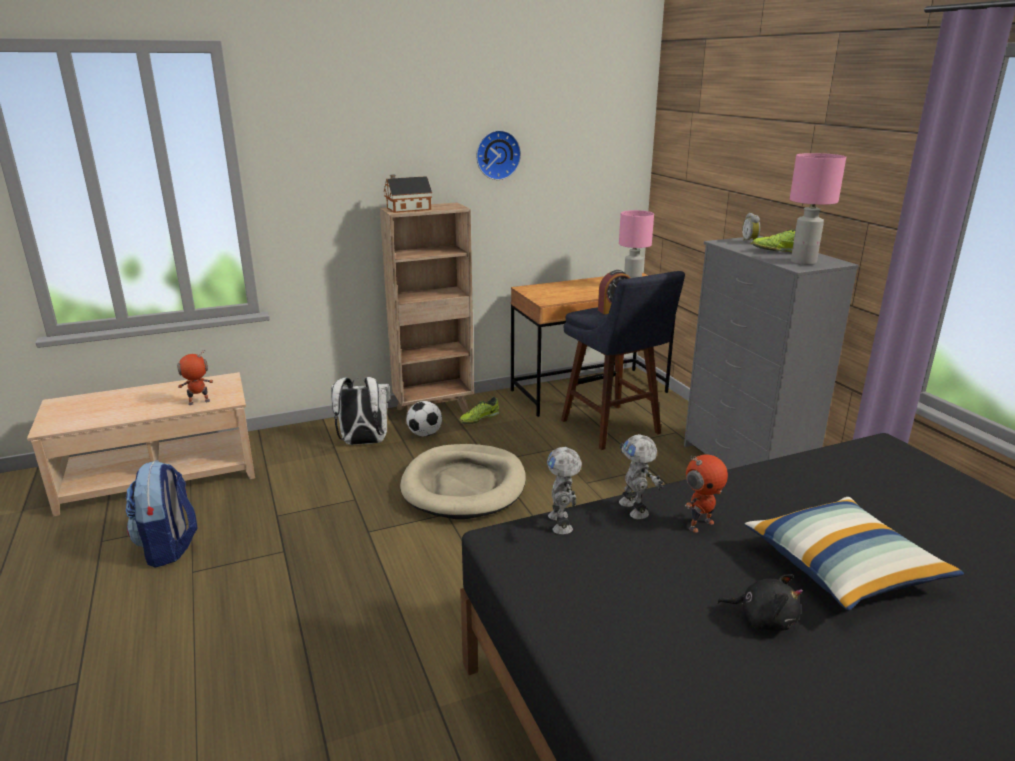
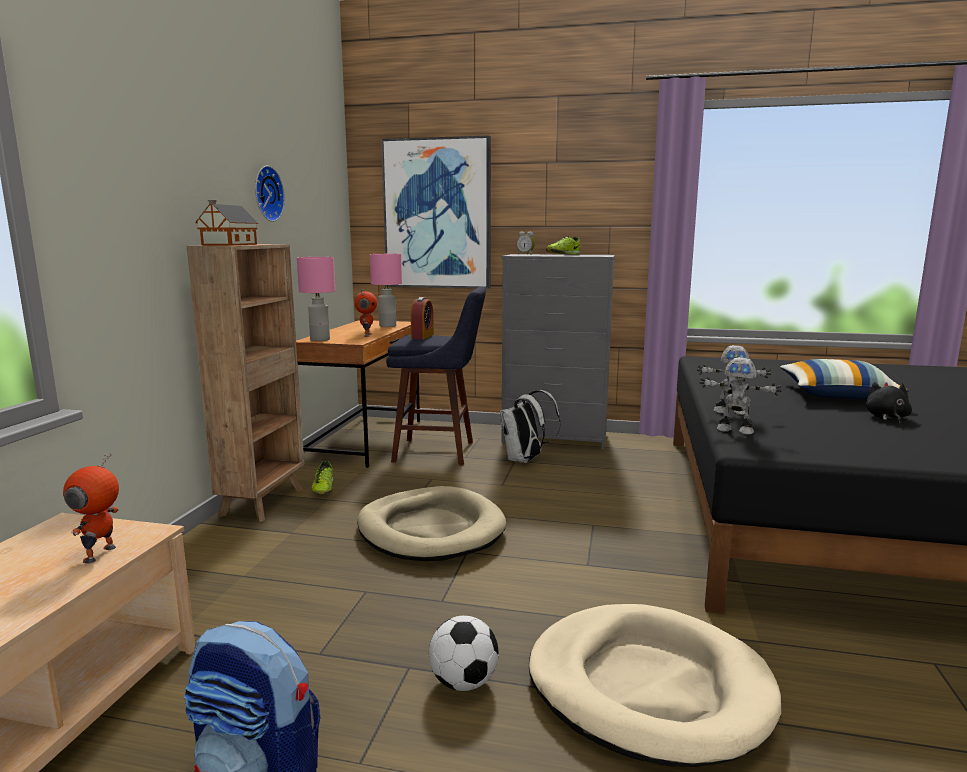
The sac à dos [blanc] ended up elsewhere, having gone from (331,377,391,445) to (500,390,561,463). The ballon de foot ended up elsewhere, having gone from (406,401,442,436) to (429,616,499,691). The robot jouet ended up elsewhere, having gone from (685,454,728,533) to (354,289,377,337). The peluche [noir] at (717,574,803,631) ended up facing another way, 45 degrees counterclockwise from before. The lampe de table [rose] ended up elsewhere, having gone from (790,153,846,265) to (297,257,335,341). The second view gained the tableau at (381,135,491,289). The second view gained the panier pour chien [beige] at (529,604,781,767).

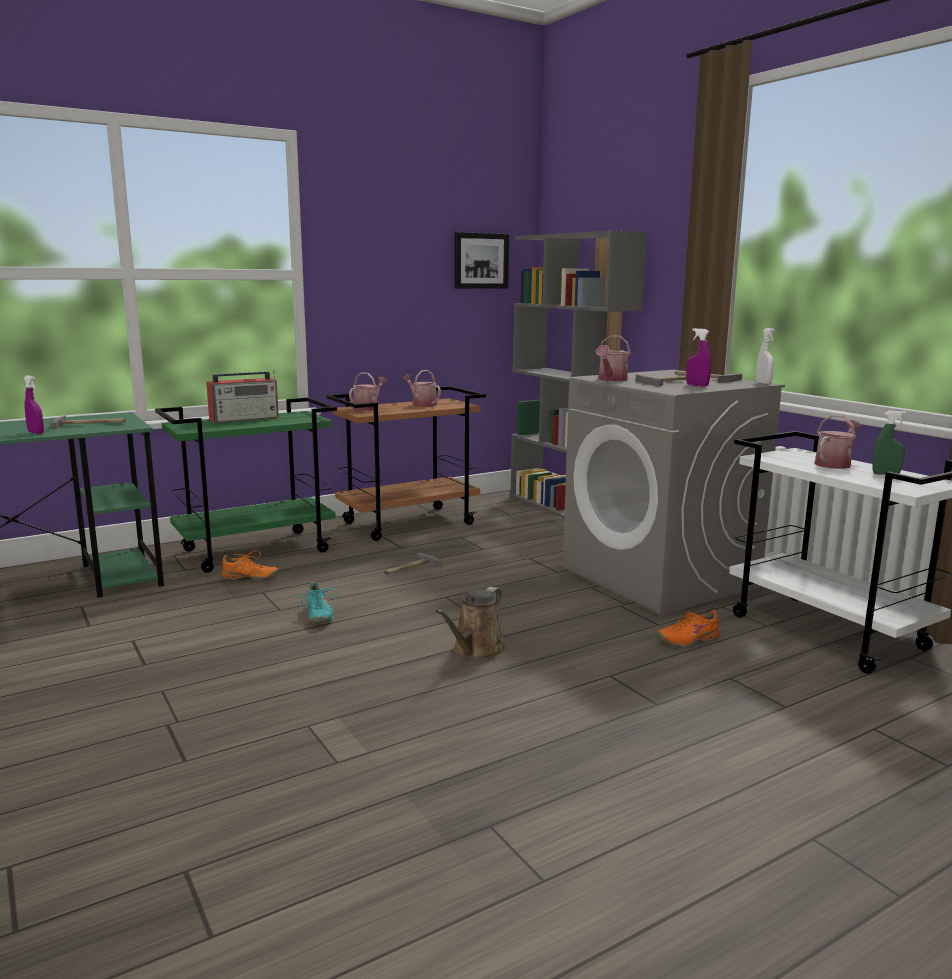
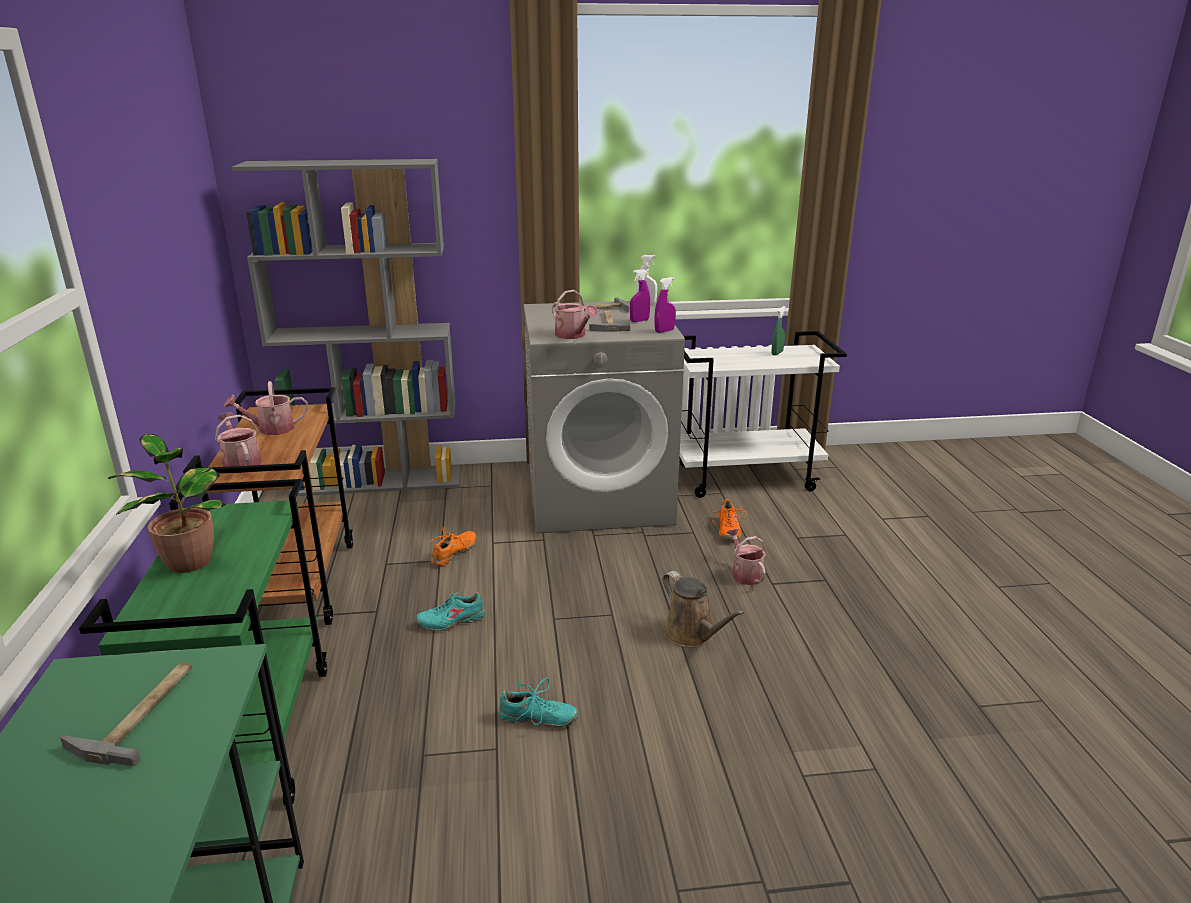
The vaporisateur [violet] ended up elsewhere, having gone from (24,375,44,434) to (654,277,676,333). Where the radio stood at (206,370,279,423), the plante en pot came to stand at (108,434,226,573). The chaussure [orange] ended up elsewhere, having gone from (221,550,278,581) to (428,526,477,567). Where the marteau stood at (384,552,441,575), the chaussure [turquoise] came to stand at (416,592,485,631). The second view lost the tableau at (454,232,509,289). The arrosoir ended up elsewhere, having gone from (815,415,862,469) to (727,529,766,585).

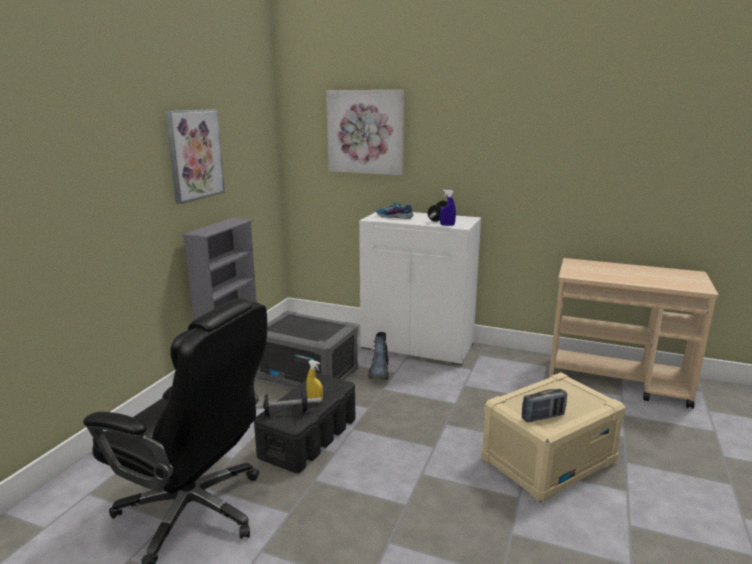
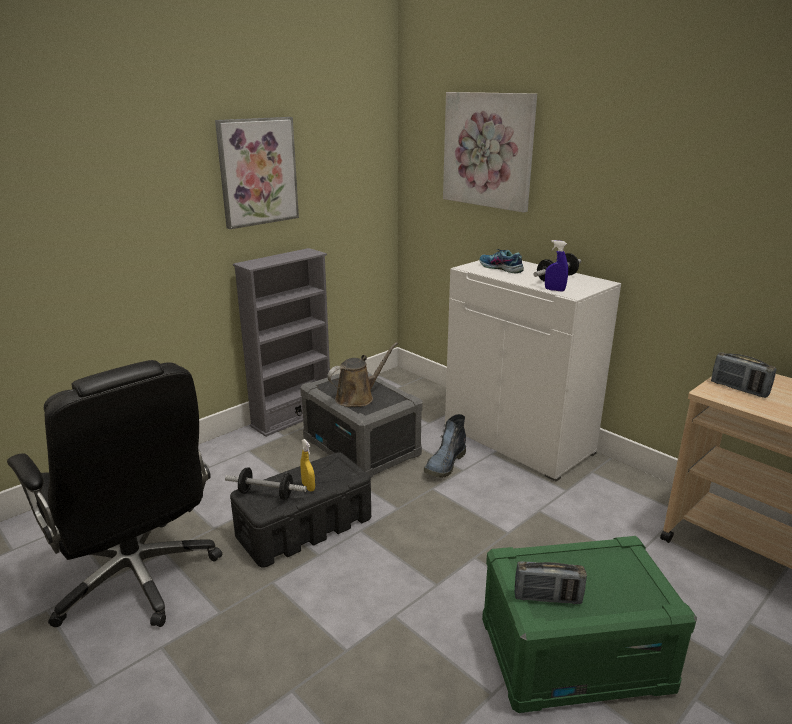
What was the boîte de rangement [beige] at (481,372,626,502) turned into the boîte de rangement [vert] at (482,536,697,713). The second view gained the arrosoir [marron] at (327,342,398,407). The second view gained the radio at (711,352,777,398).

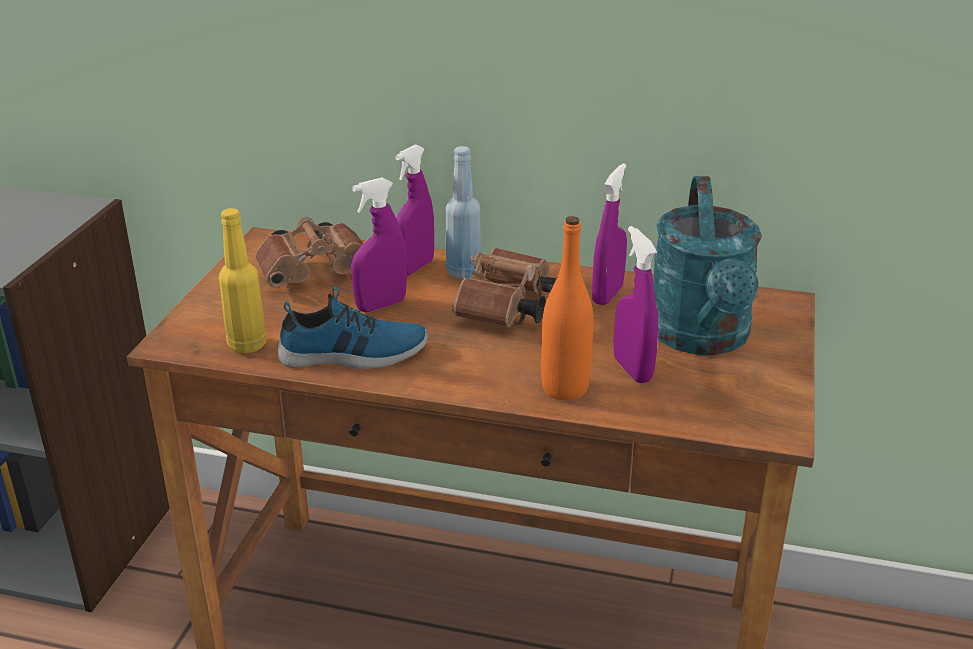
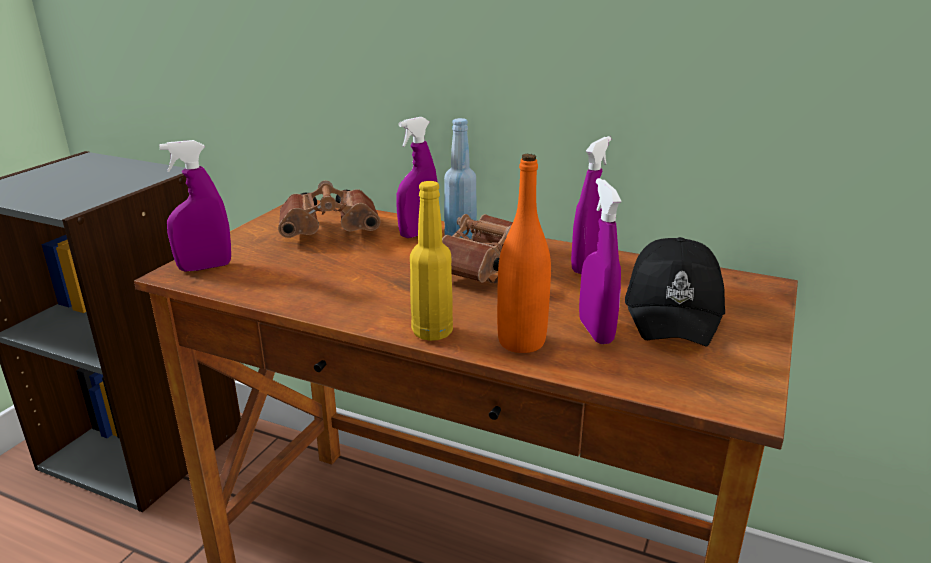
The bouteille [jaune] ended up elsewhere, having gone from (219,208,267,353) to (410,181,453,341). The second view lost the chaussure at (278,286,428,369). The vaporisateur [violet] ended up elsewhere, having gone from (351,177,407,312) to (159,140,231,272). Where the arrosoir [turquoise] stood at (653,176,762,355), the casquette [noir] came to stand at (625,237,725,346).

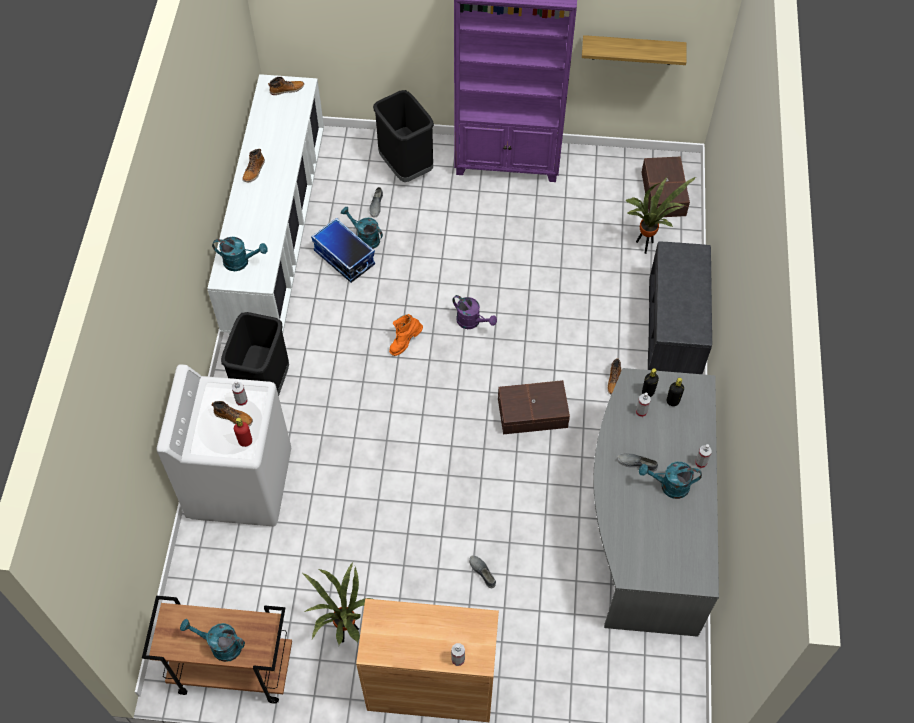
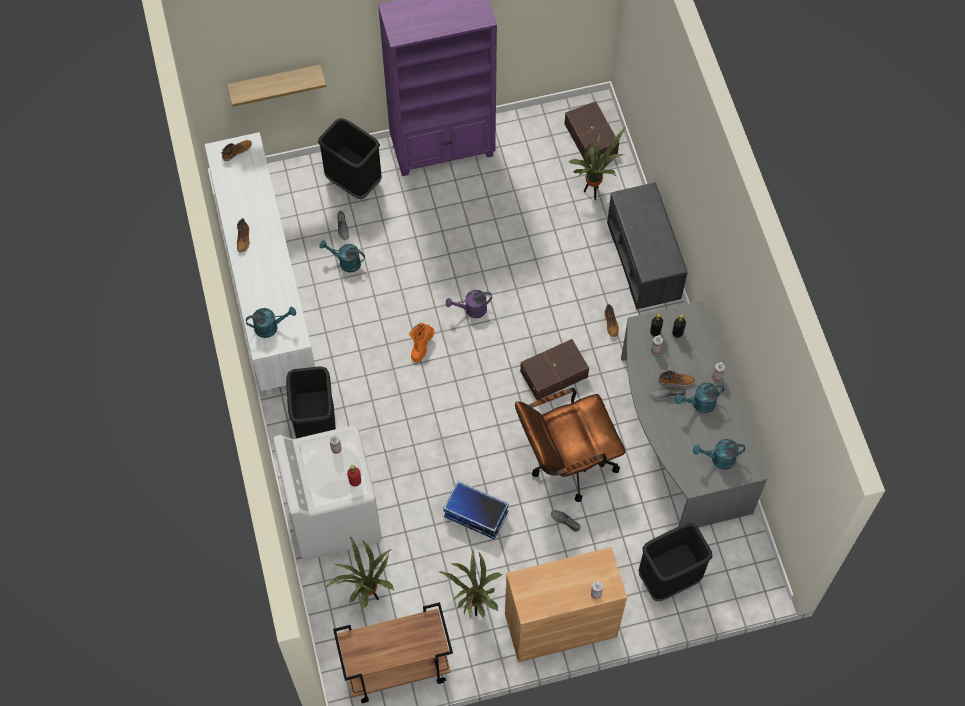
The arrosoir [turquoise] ended up elsewhere, having gone from (180,619,245,662) to (693,439,745,469). The botte ended up elsewhere, having gone from (211,401,253,426) to (659,371,695,386). The boîte de rangement ended up elsewhere, having gone from (311,218,375,283) to (443,481,509,539). The arrosoir [violet] at (452,295,497,329) ended up facing another way, 150 degrees clockwise from before. The étagère ended up elsewhere, having gone from (582,35,686,65) to (227,64,326,107). The second view gained the plante en pot at (325,536,394,609). The second view gained the chaise de bureau [marron] at (515,388,625,502). The second view gained the poubelle [noir] at (638,523,712,601).

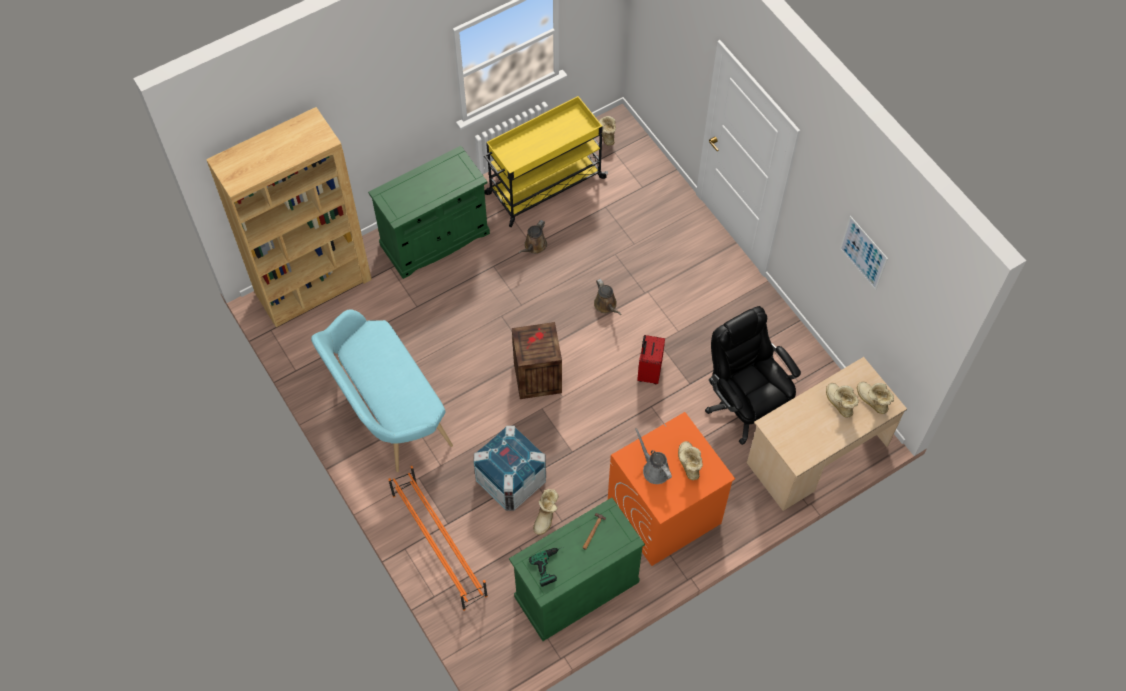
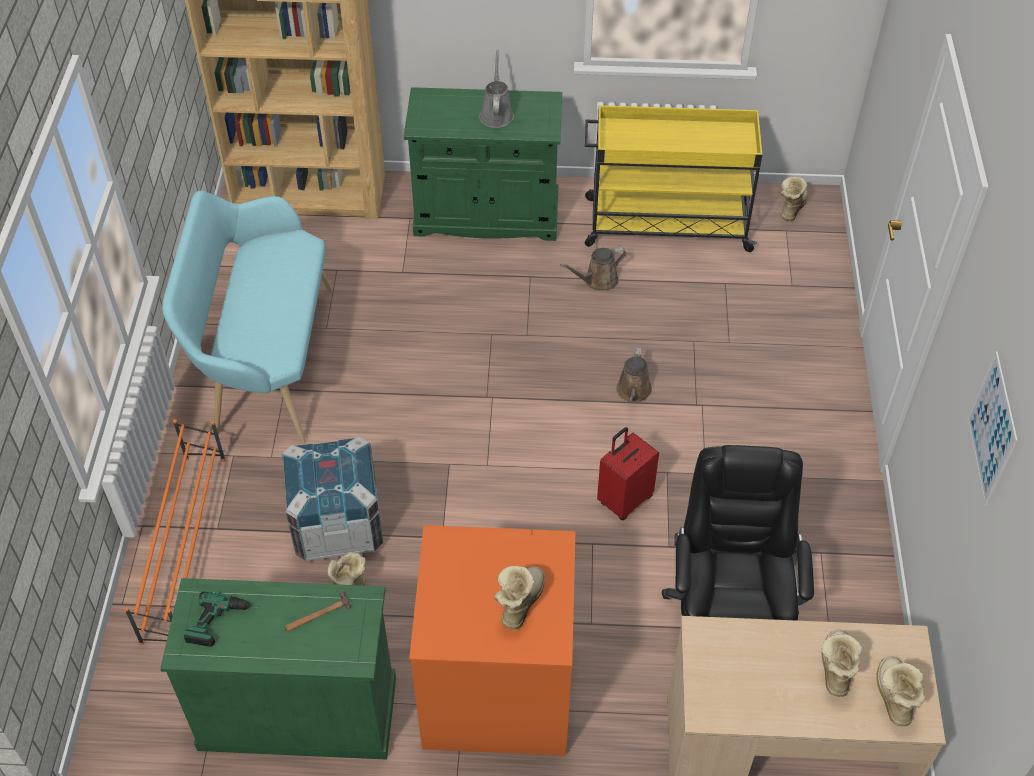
The second view lost the caisse at (512,322,562,399). The arrosoir [gris] ended up elsewhere, having gone from (635,428,672,484) to (479,50,514,128).

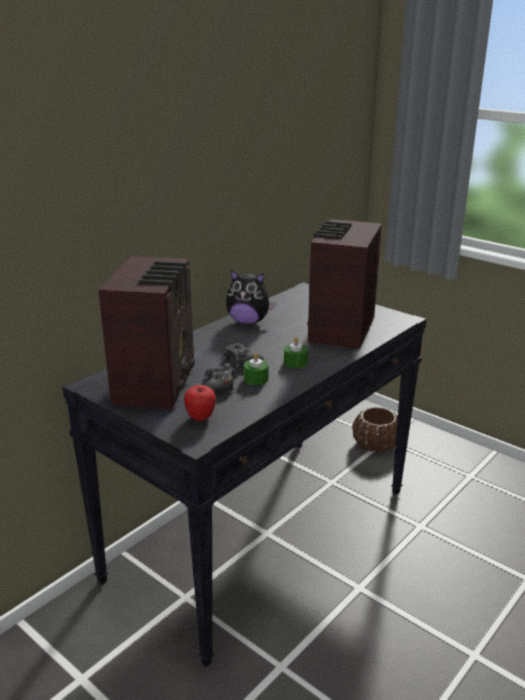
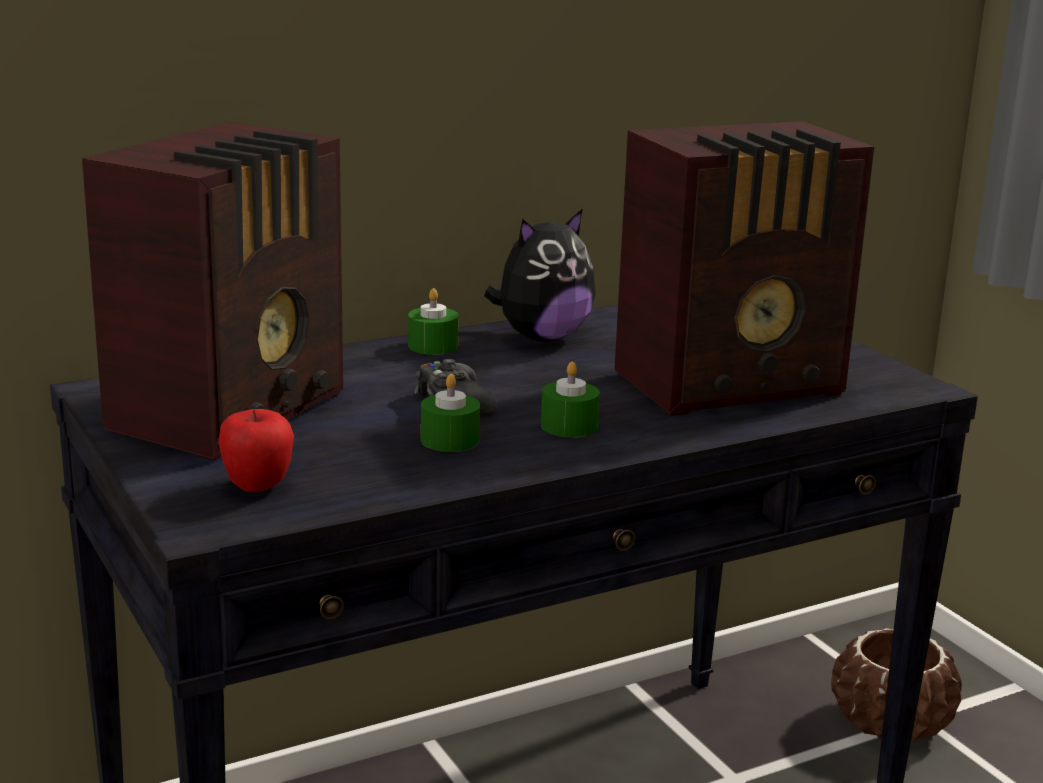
The second view lost the manette [noir] at (205,363,235,392). The peluche at (226,270,276,325) ended up facing another way, 75 degrees counterclockwise from before. The radio at (308,219,382,350) ended up facing another way, 150 degrees counterclockwise from before. The second view gained the bougie [vert] at (408,288,459,355).

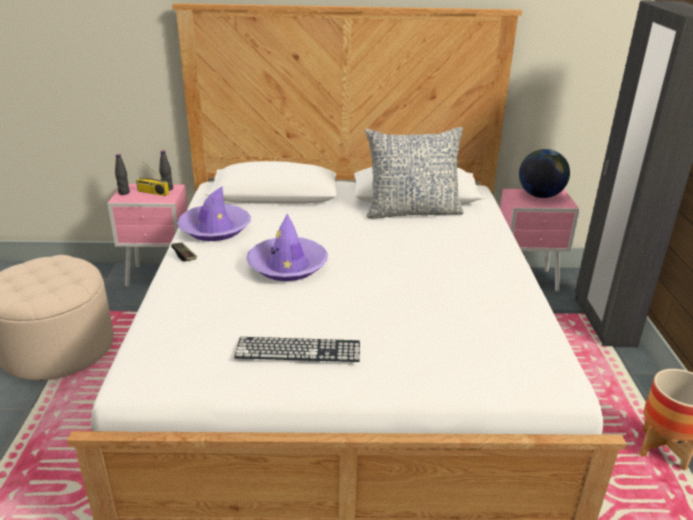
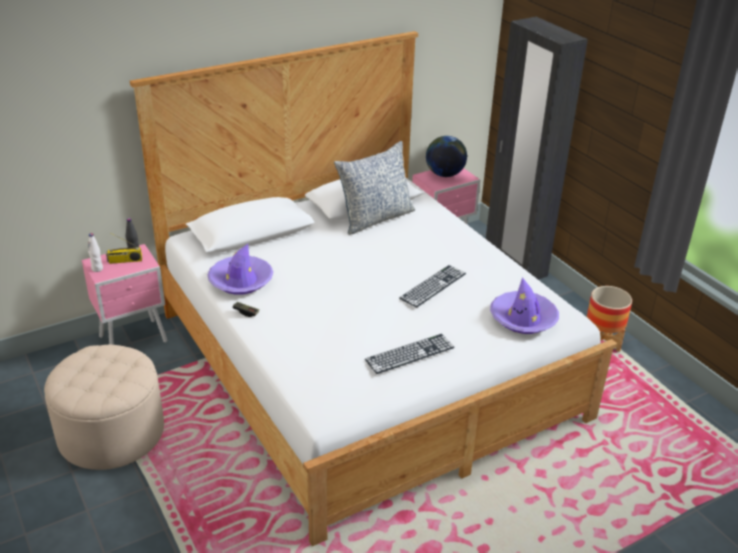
What was the bouteille [noir] at (115,154,130,195) turned into the bouteille [blanc] at (88,233,103,272). The chapeau [violet] ended up elsewhere, having gone from (246,214,328,281) to (490,277,559,334). The second view gained the clavier at (399,265,466,308).

